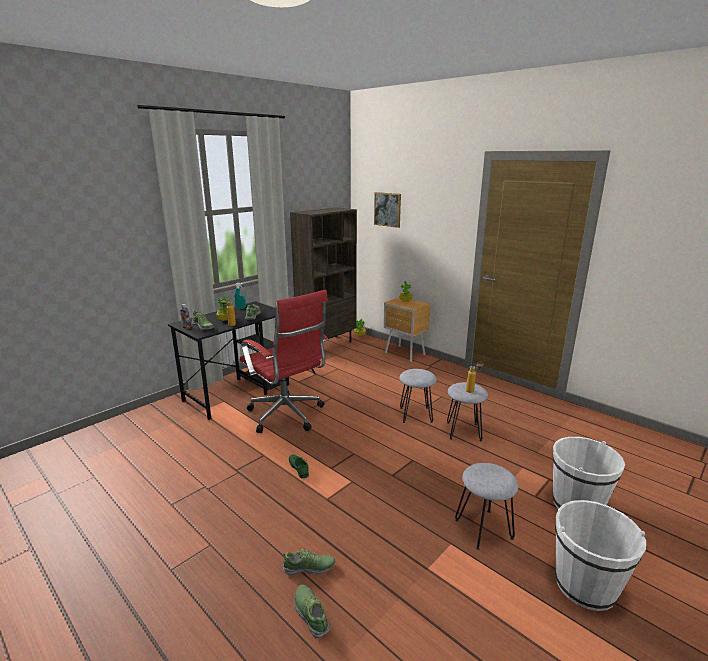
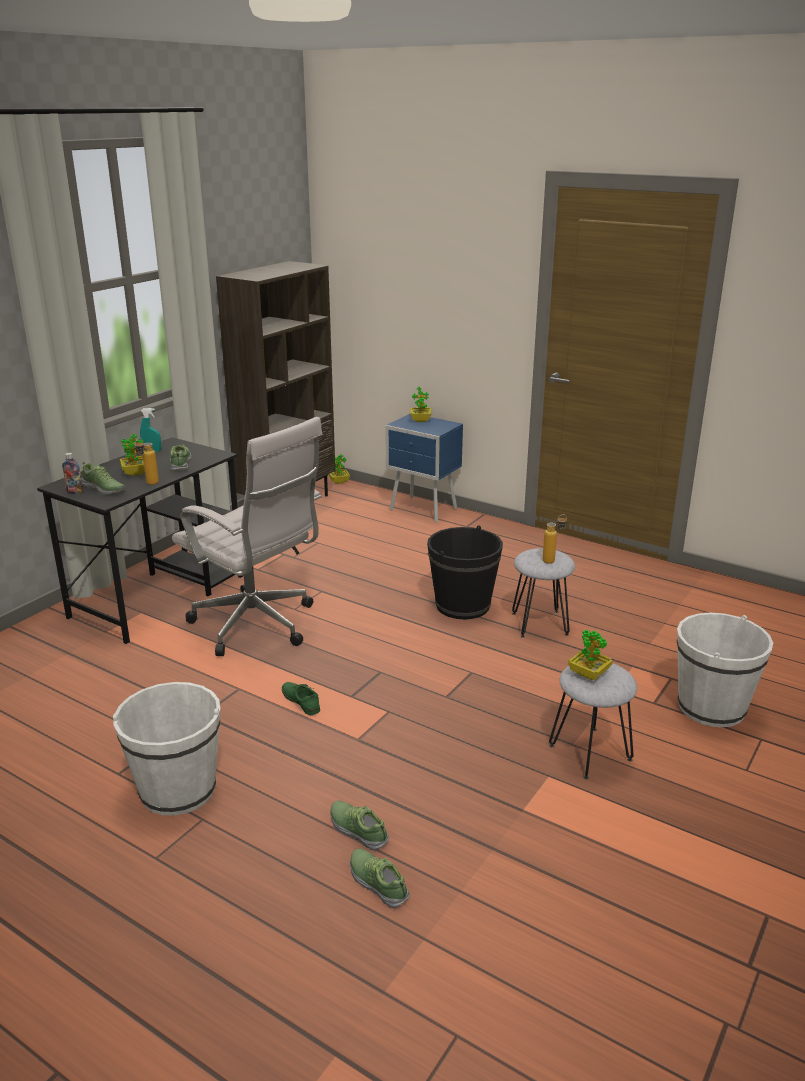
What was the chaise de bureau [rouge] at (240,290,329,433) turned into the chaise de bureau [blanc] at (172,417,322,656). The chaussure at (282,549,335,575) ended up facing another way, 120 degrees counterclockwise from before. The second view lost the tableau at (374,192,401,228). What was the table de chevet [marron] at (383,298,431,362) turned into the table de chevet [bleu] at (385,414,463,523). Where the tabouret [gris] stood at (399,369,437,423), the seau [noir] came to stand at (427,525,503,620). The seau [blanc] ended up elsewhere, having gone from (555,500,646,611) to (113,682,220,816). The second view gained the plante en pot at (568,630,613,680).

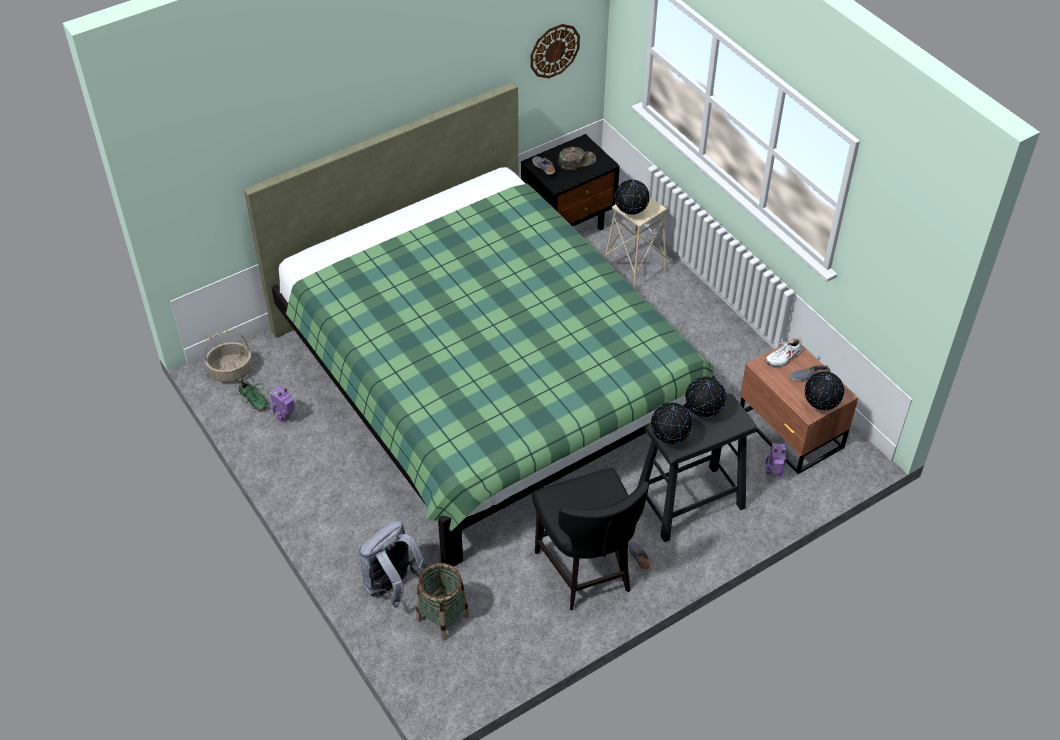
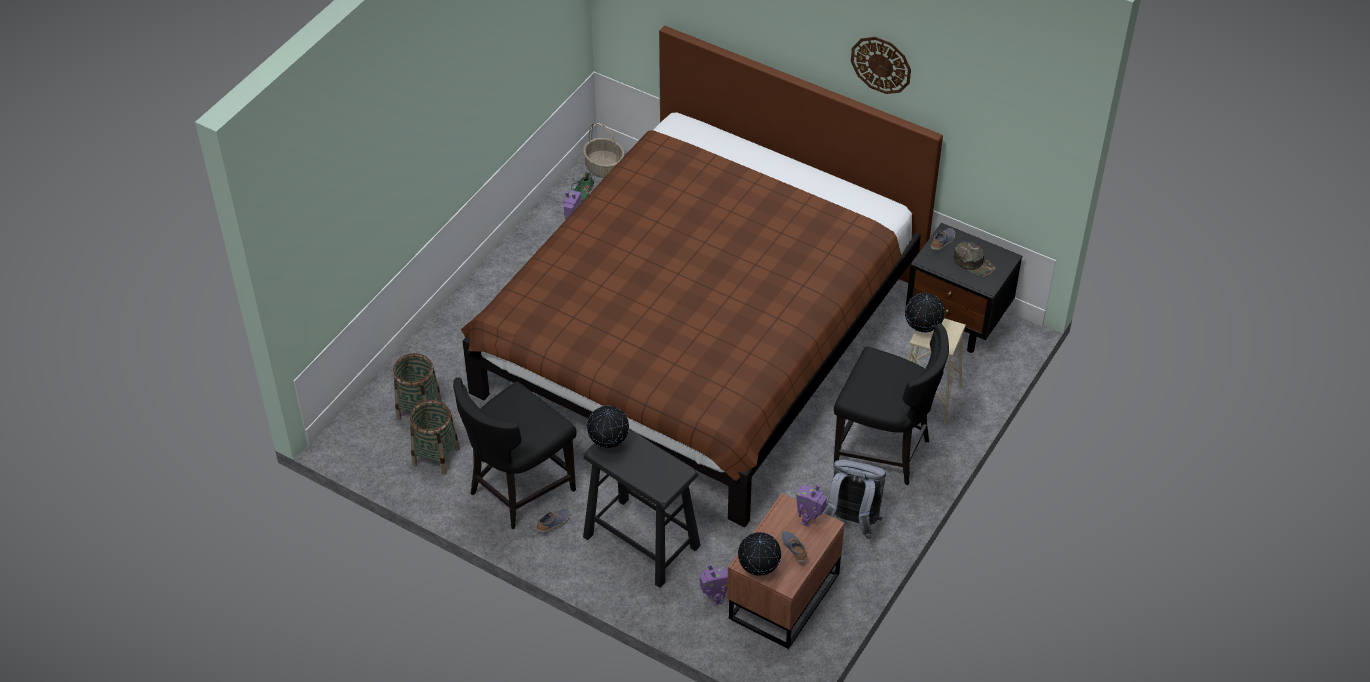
What was the lit [vert] at (244,82,717,567) turned into the lit [marron] at (461,26,943,527). The sac à dos [gris] ended up elsewhere, having gone from (359,521,428,608) to (825,460,886,539). The horloge murale ended up elsewhere, having gone from (530,24,580,78) to (851,37,911,94). The second view lost the globe at (685,376,726,417). Where the chaussure [blanc] stood at (765,337,803,367), the robot jouet came to stand at (796,484,827,527). The second view gained the panier at (410,400,460,475). The second view gained the chaise [noir] at (833,324,949,485).

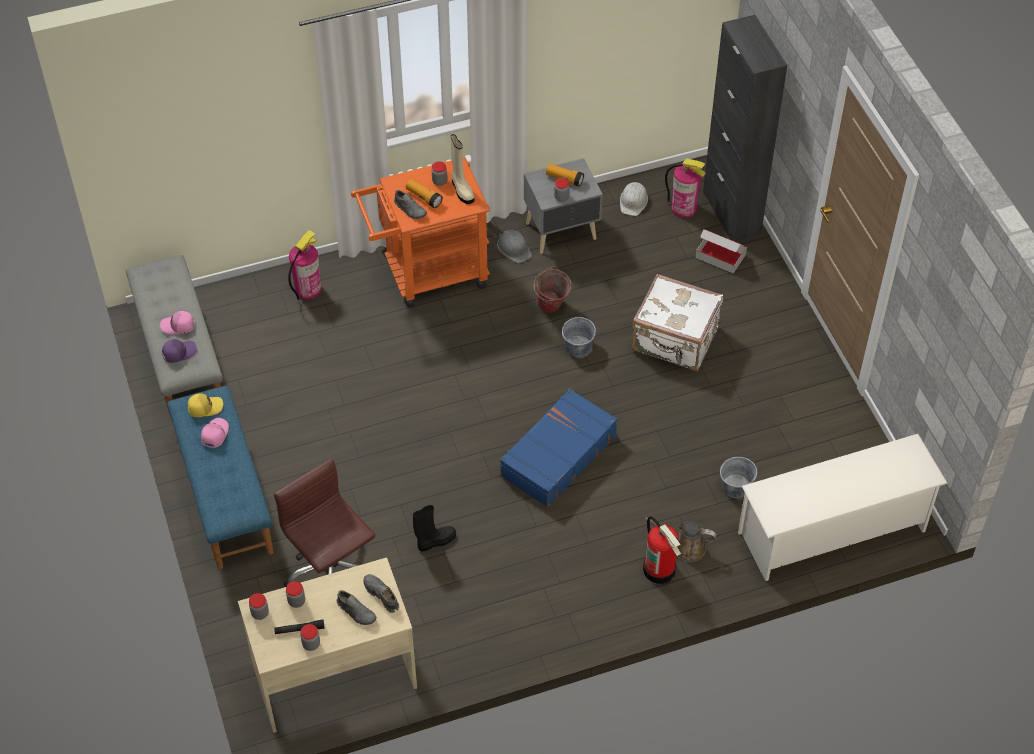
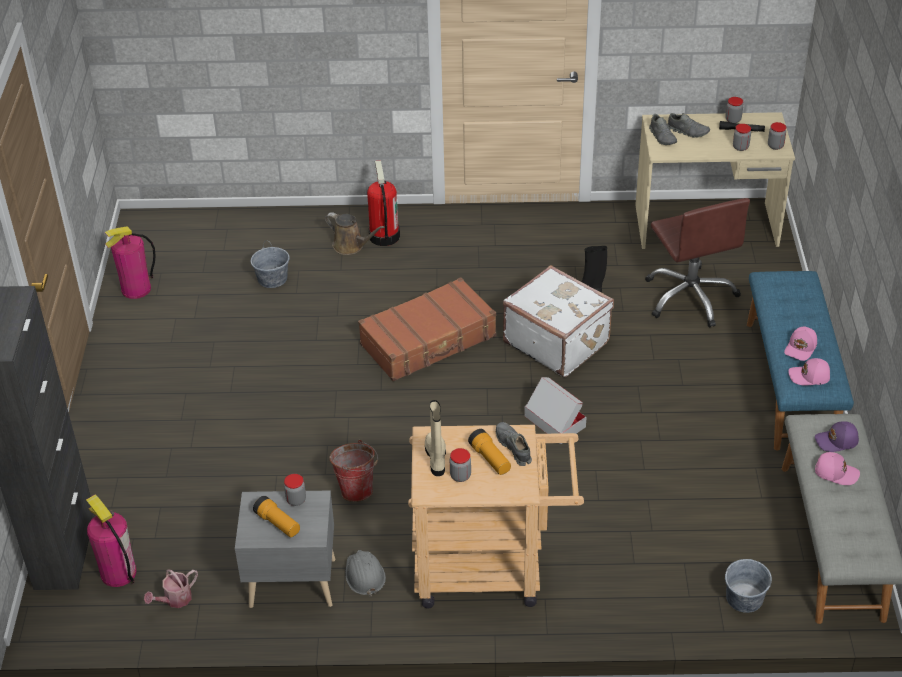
What was the casquette [jaune] at (188,393,223,417) turned into the casquette [rose] at (788,358,830,385). The extincteur ended up elsewhere, having gone from (288,230,322,300) to (105,226,156,299). The chaussure [gris] at (337,590,377,625) ended up facing another way, 150 degrees clockwise from before. What was the chariot [orange] at (351,157,490,308) turned into the chariot [beige] at (408,425,584,608). What was the valise [bleu] at (500,389,618,507) turned into the valise [marron] at (358,277,496,381). The seau [gris] ended up elsewhere, having gone from (562,317,596,357) to (725,559,772,613). Where the casque de chantier [blanc] stood at (620,182,648,216), the arrosoir came to stand at (144,570,198,608). The valise [blanc] ended up elsewhere, having gone from (632,274,723,371) to (503,265,614,377). The carton ended up elsewhere, having gone from (696,229,747,274) to (524,377,586,444). The second view lost the étagère à chaussures [blanc] at (738,434,948,581).

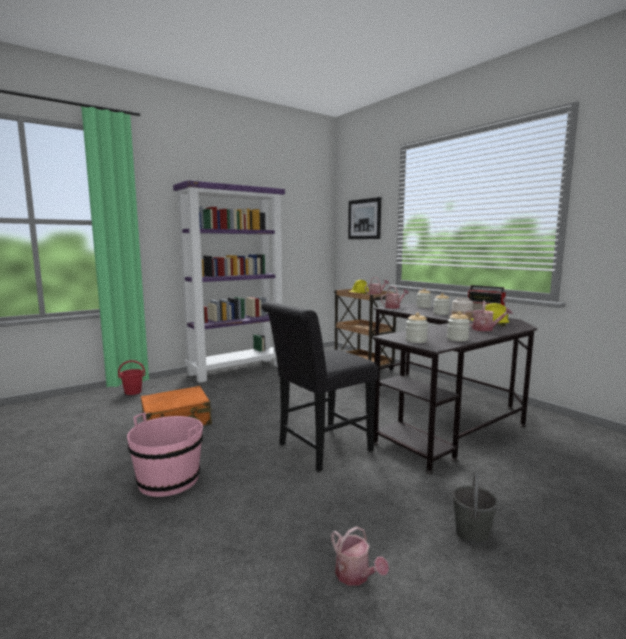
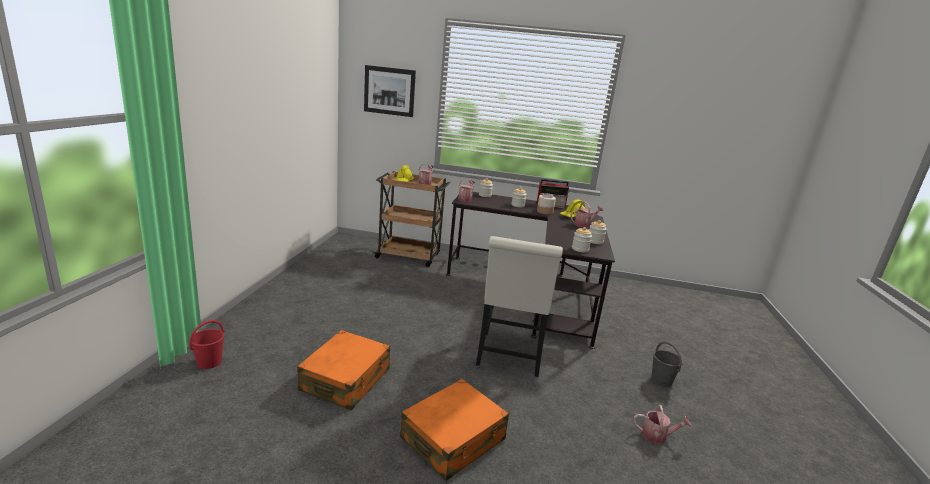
Where the seau [rose] stood at (127,412,203,497), the valise [orange] came to stand at (400,379,509,481). The second view lost the bibliothèque [violet] at (173,180,285,383). What was the chaise [noir] at (261,302,379,472) turned into the chaise [blanc] at (476,236,563,377).

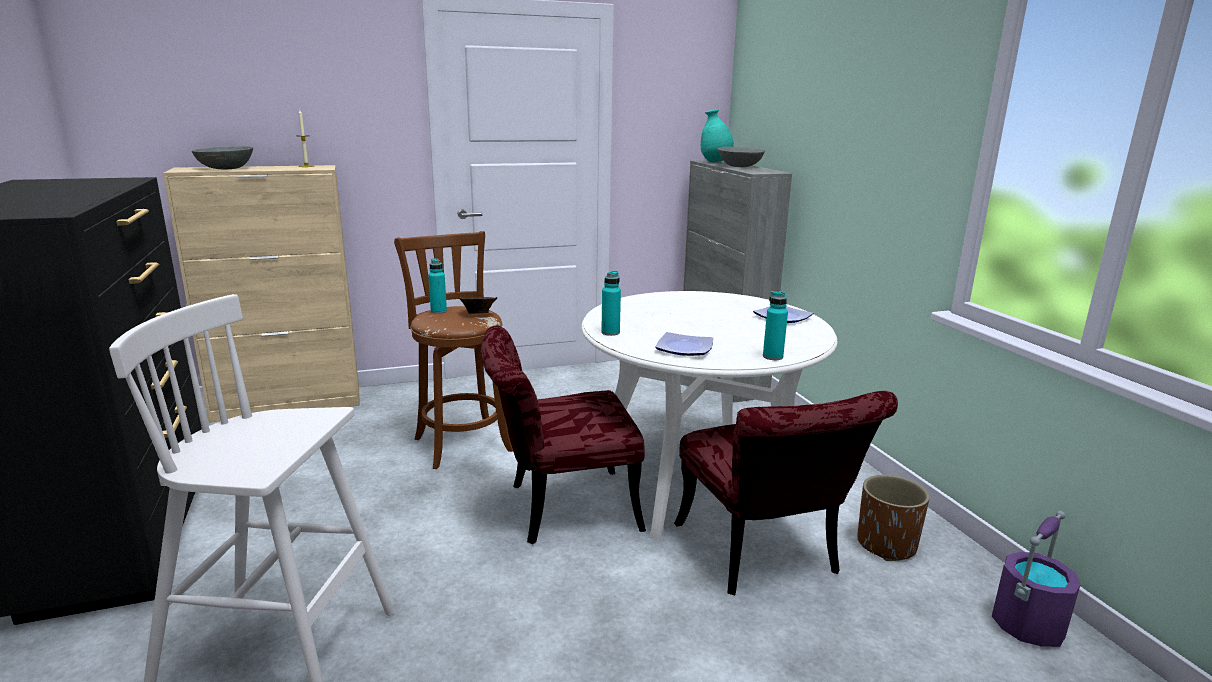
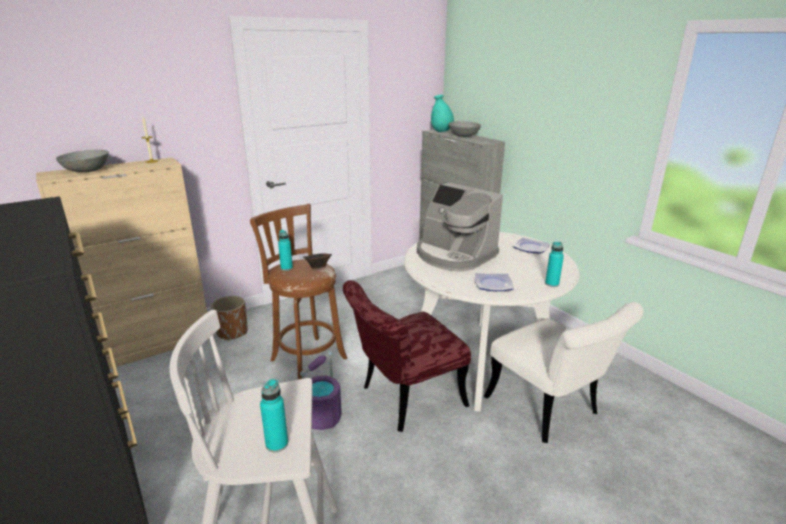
The bouteille [turquoise] ended up elsewhere, having gone from (601,271,621,336) to (260,379,288,452). What was the chaise [rouge] at (674,391,898,595) turned into the chaise [blanc] at (484,302,644,443). The cache-pot [marron] ended up elsewhere, having gone from (857,475,930,561) to (211,296,248,341). The seau [violet] ended up elsewhere, having gone from (992,511,1080,647) to (300,351,342,430). The second view gained the machine à café at (417,183,503,272).

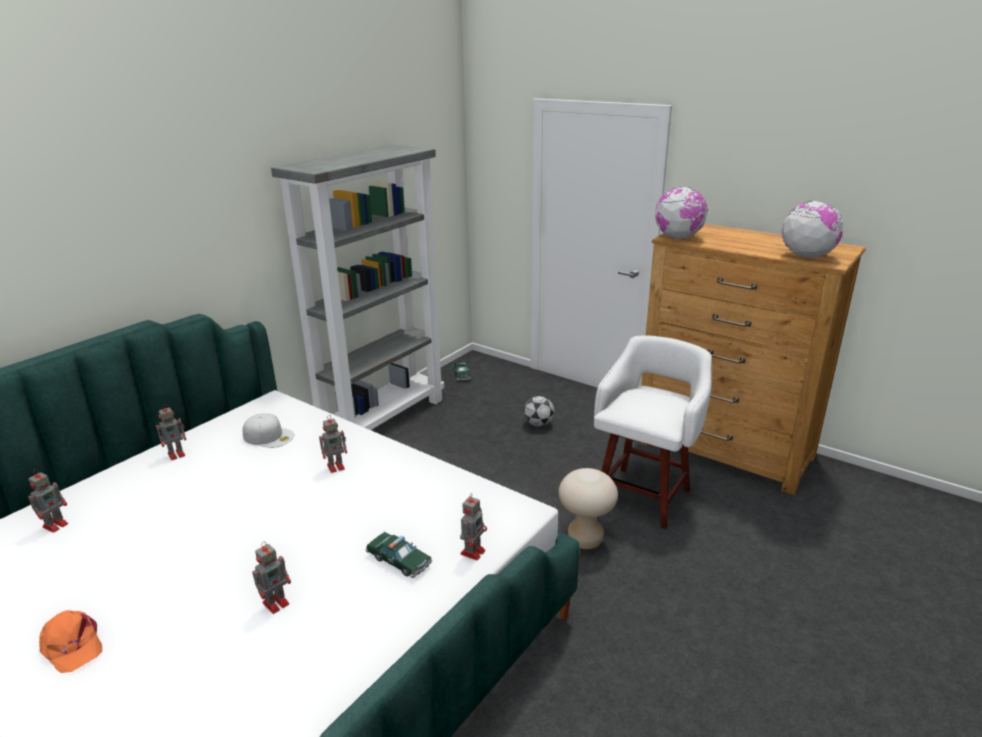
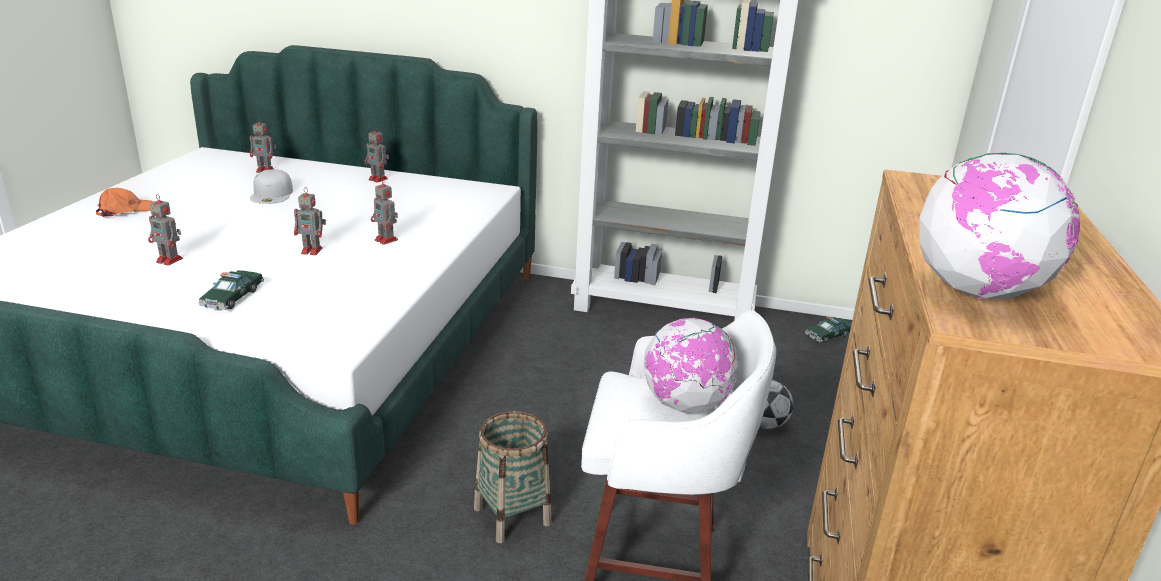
The casquette [orange] at (39,610,102,673) ended up facing another way, 150 degrees counterclockwise from before. The casquette [blanc] ended up elsewhere, having gone from (243,413,294,448) to (250,169,293,204). The robot jouet ended up elsewhere, having gone from (460,493,487,560) to (294,187,326,255). Where the tabouret [beige] stood at (559,468,618,549), the panier came to stand at (474,411,551,543). The globe ended up elsewhere, having gone from (655,187,708,239) to (643,318,738,413).

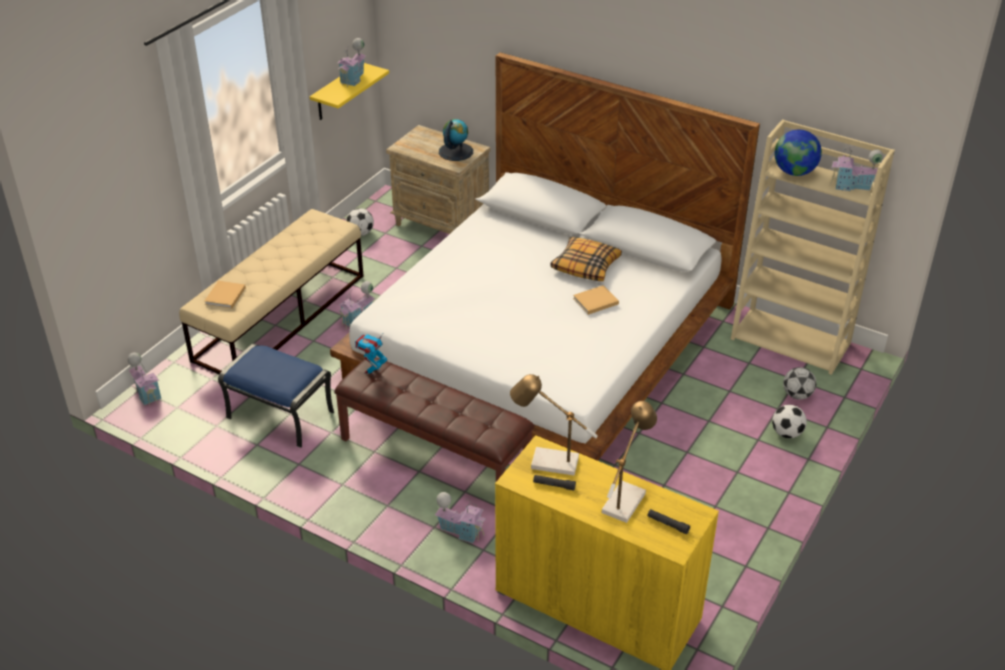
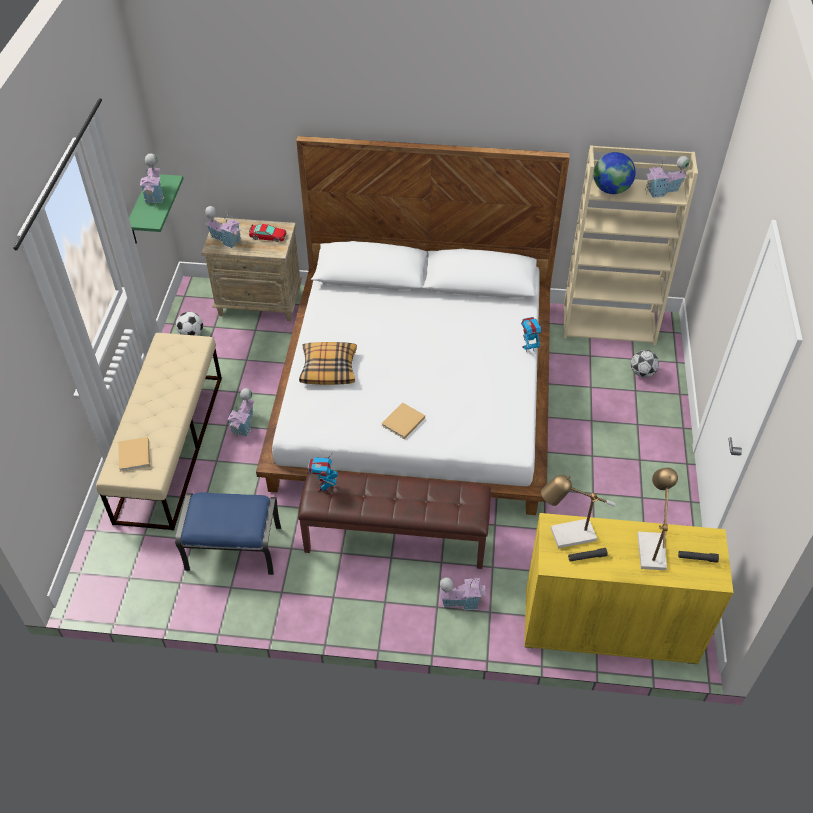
The maison miniature ended up elsewhere, having gone from (128,352,162,406) to (205,206,242,248). What was the étagère [jaune] at (310,63,389,120) turned into the étagère [vert] at (129,174,184,244). Where the globe stood at (439,119,473,161), the petite voiture came to stand at (249,224,286,242). The coussin ended up elsewhere, having gone from (551,237,622,281) to (299,342,357,385). The livre [beige] ended up elsewhere, having gone from (573,285,619,315) to (381,402,425,439). The second view lost the ballon de foot at (772,405,807,438). The second view gained the robot jouet at (521,317,544,352).

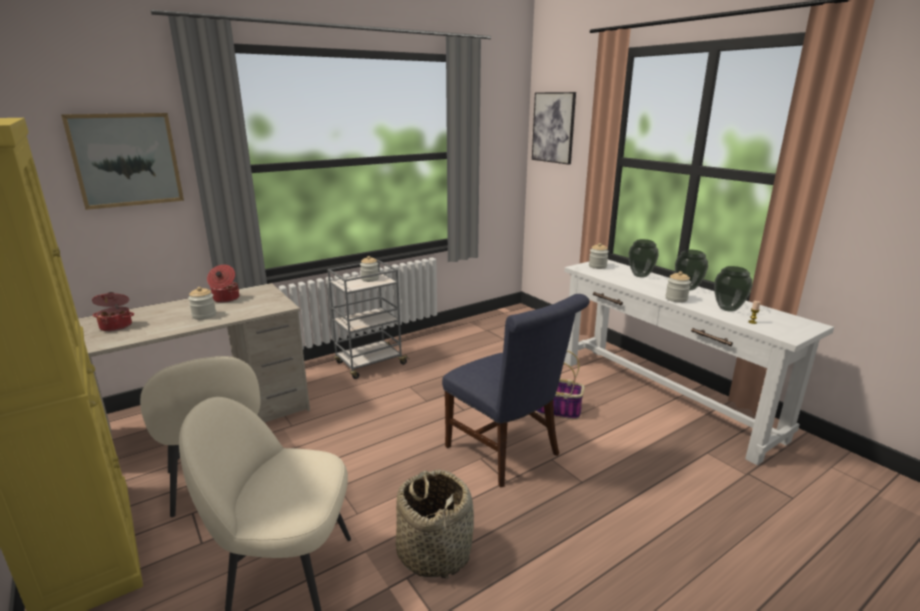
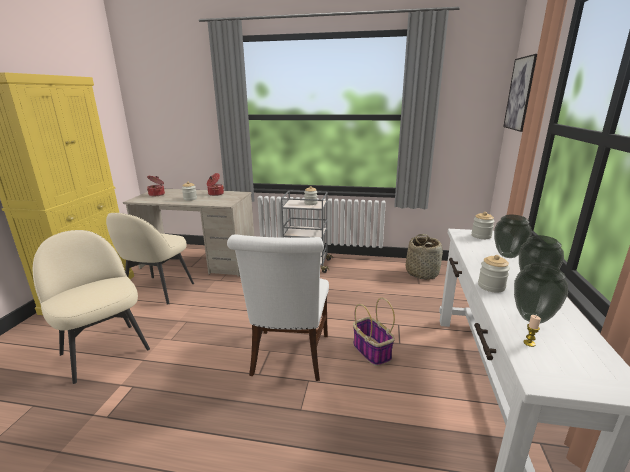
The second view lost the tableau at (61,113,184,210). The panier ended up elsewhere, having gone from (396,469,474,579) to (406,234,443,280). What was the chaise [bleu] at (442,294,589,488) turned into the chaise [blanc] at (227,234,329,381).

